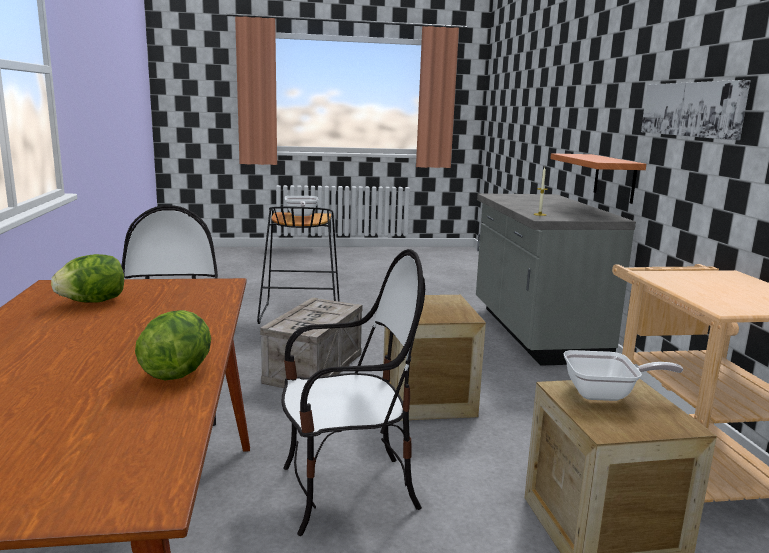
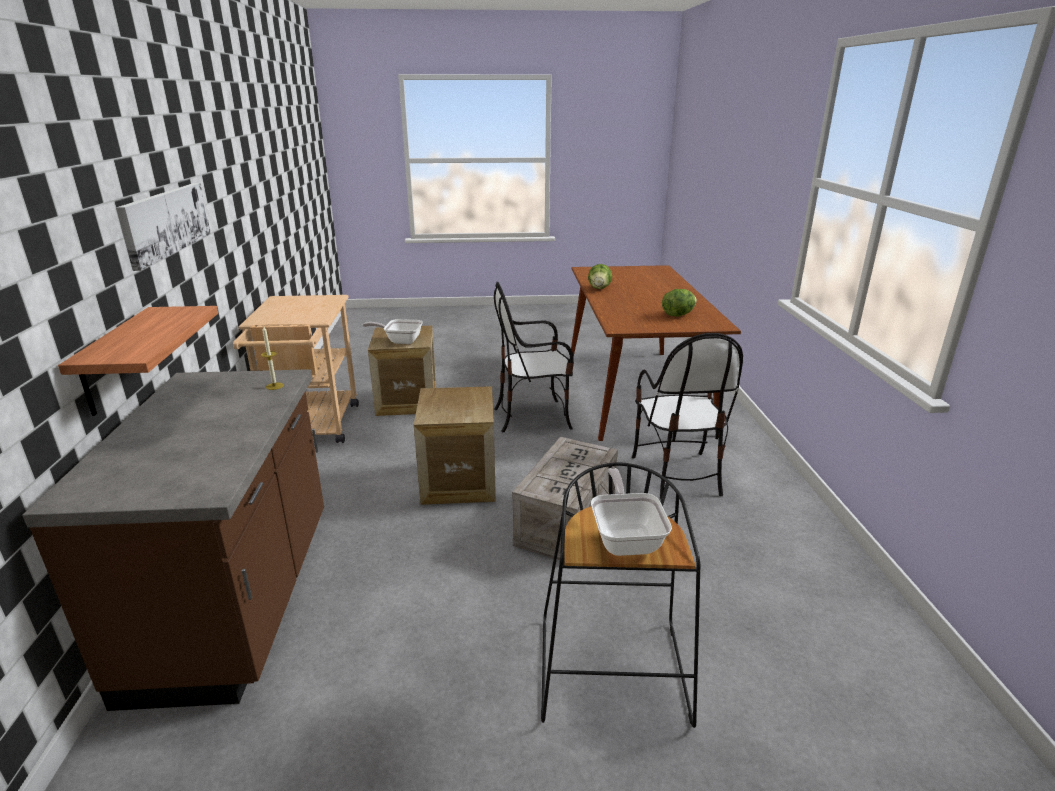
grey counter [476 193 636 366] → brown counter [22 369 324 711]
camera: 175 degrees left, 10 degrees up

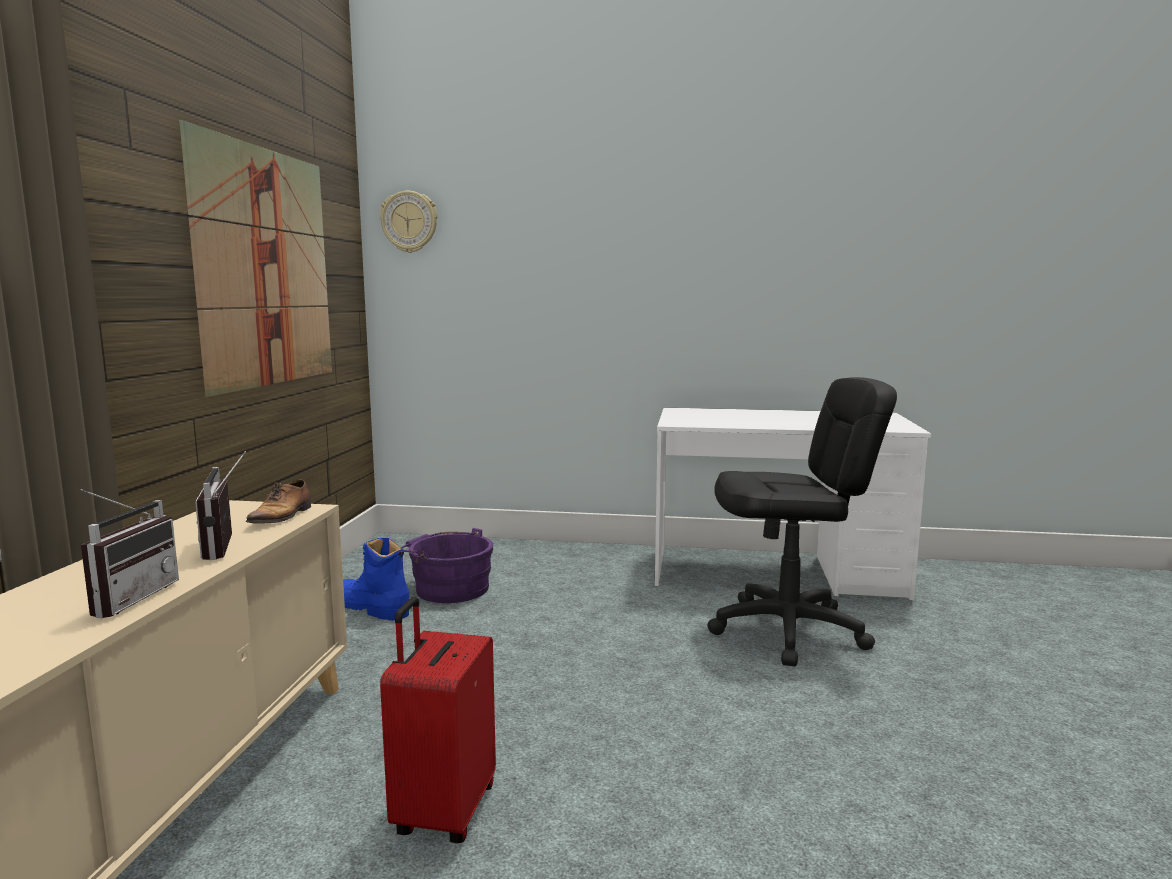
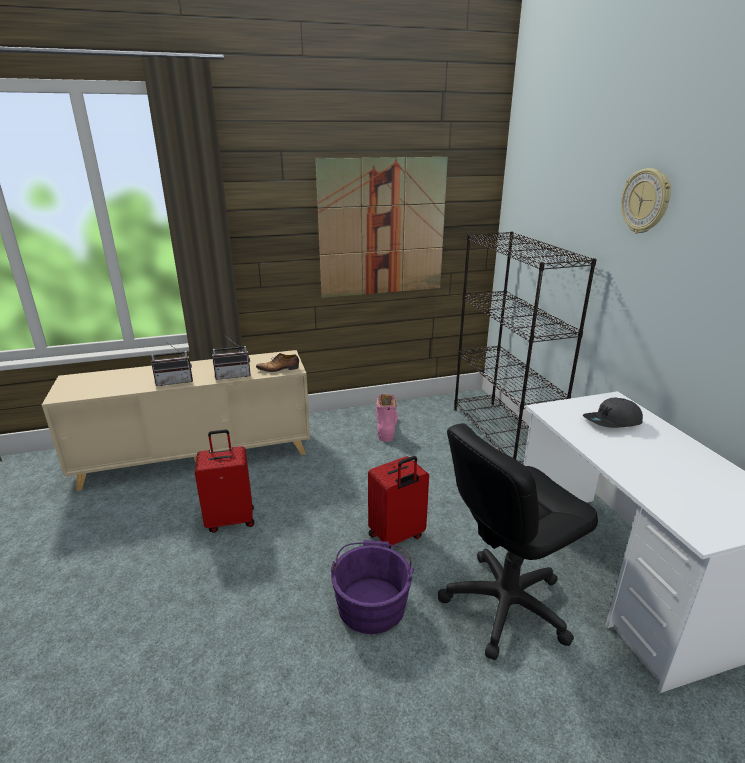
- → red suitcase [368 456 429 549]
- → black bookcase [454 232 597 464]
- → grey cap [583 398 643 428]
wall clock [380 191 437 253] → wall clock [621 168 671 234], move
purple bucket [401 528 494 603] → purple bucket [331 540 414 634], move
blue boot [343 538 410 621] → pink boot [376 394 398 442]
radio [195 451 246 560] → radio [212 335 251 380], 150 degrees counterclockwise
black office chair [707 377 897 666] → black office chair [438 423 598 660], 90 degrees clockwise
camera: 65 degrees right, 15 degrees up

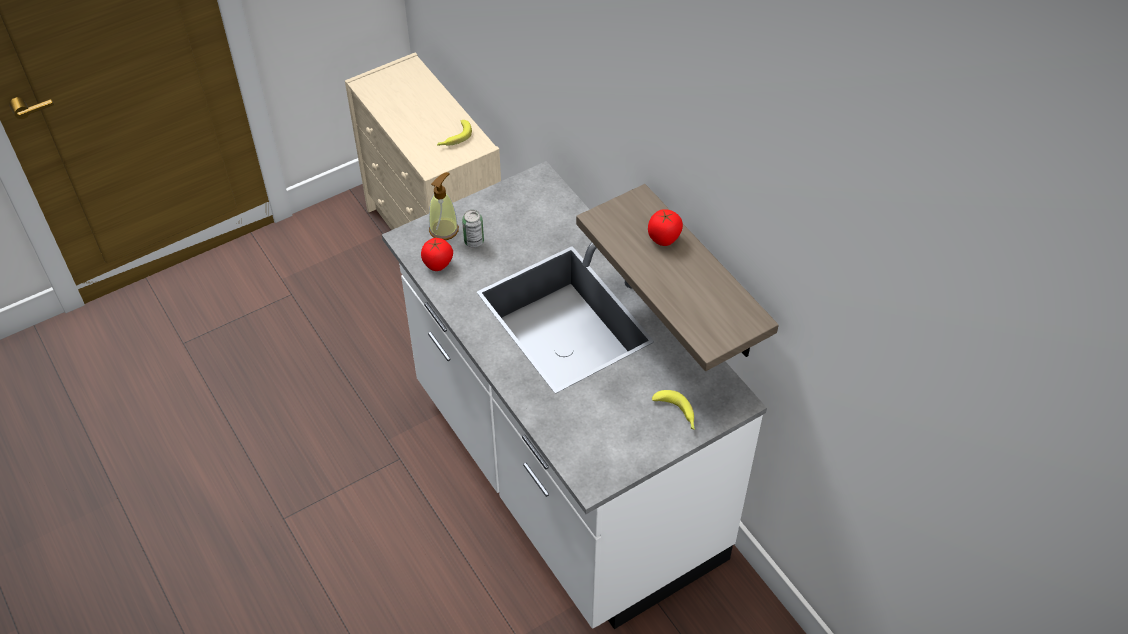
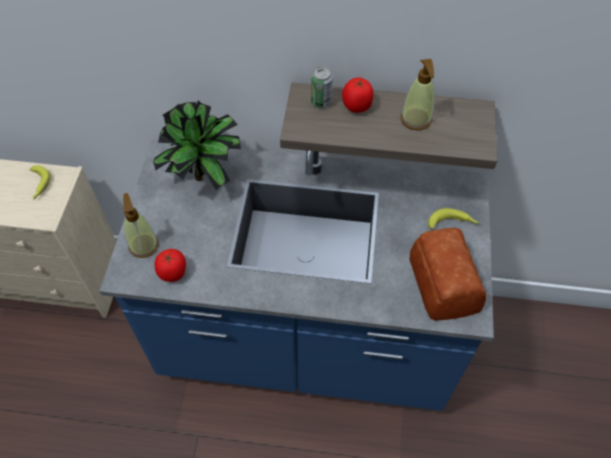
- → potted plant [153 101 241 190]
- → soap dispenser [401 59 434 130]
- → bread [410 228 486 321]
can [462 210 484 248] → can [311 67 333 108], move
white counter [382 161 767 629] → blue counter [99 140 494 411]
camera: 50 degrees left, 5 degrees up

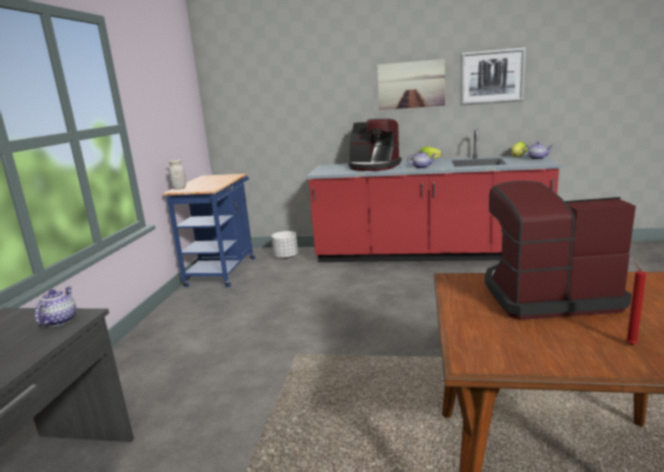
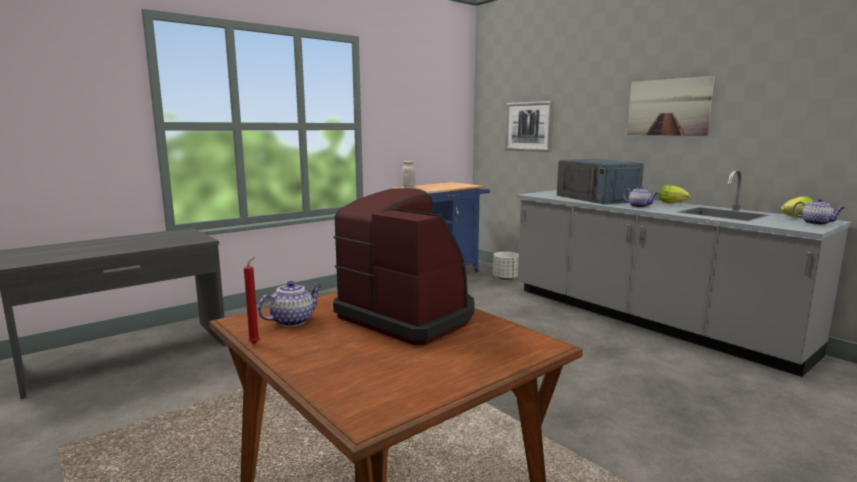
teapot [35 287 76 326] → teapot [258 281 321 327], move
picture [460 47 526 105] → picture [505 101 554 152], move
red candle [626 261 646 345] → red candle [244 257 260 344], move
coffee machine [348 119 402 171] → blue microwave [557 159 644 205]
red counter [307 128 562 262] → grey counter [517 169 851 377]
camera: 40 degrees right, 5 degrees down

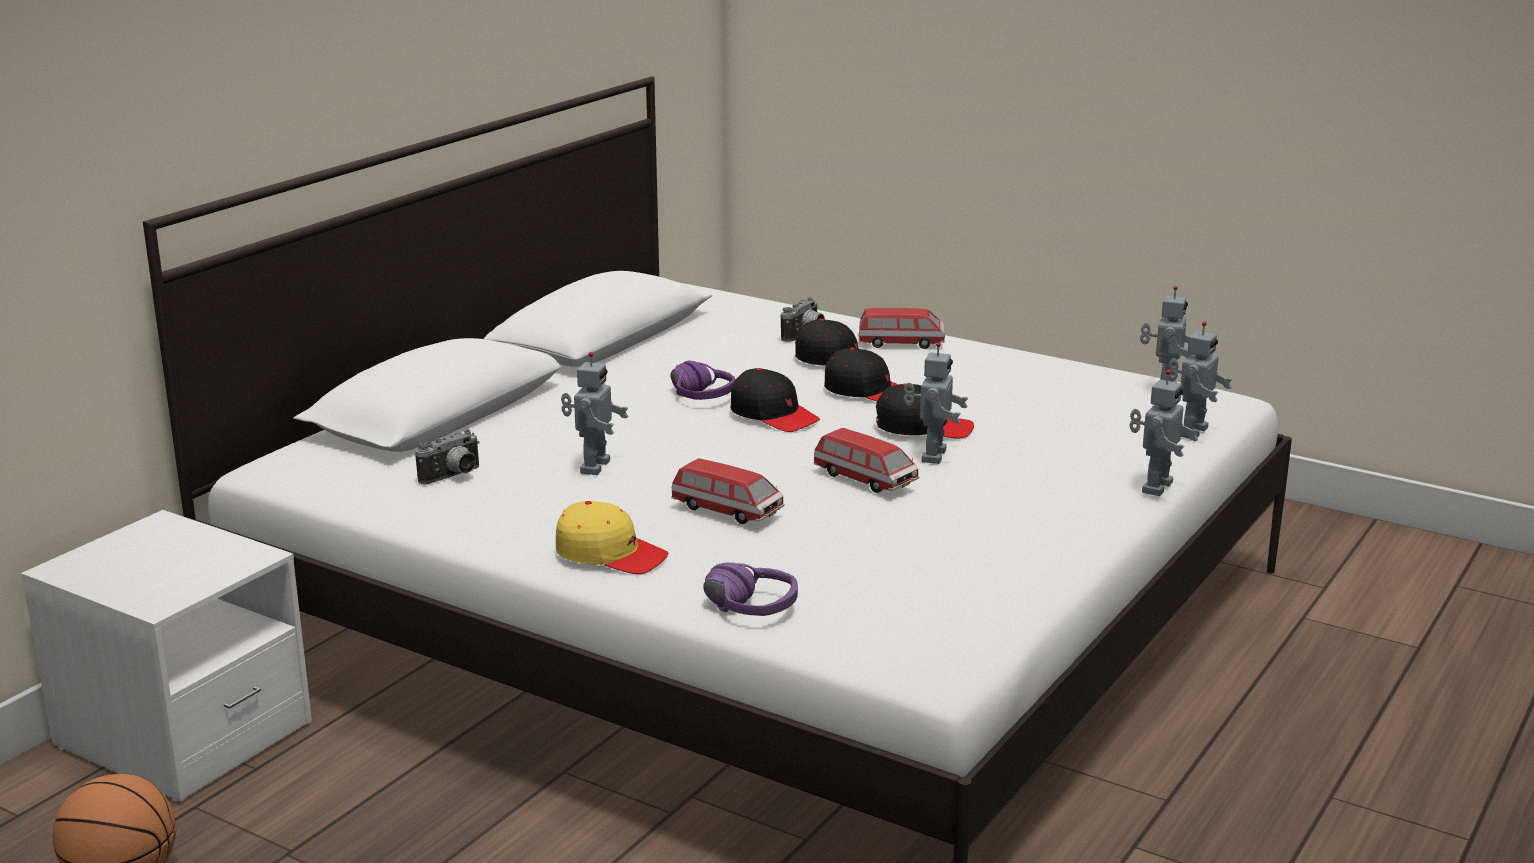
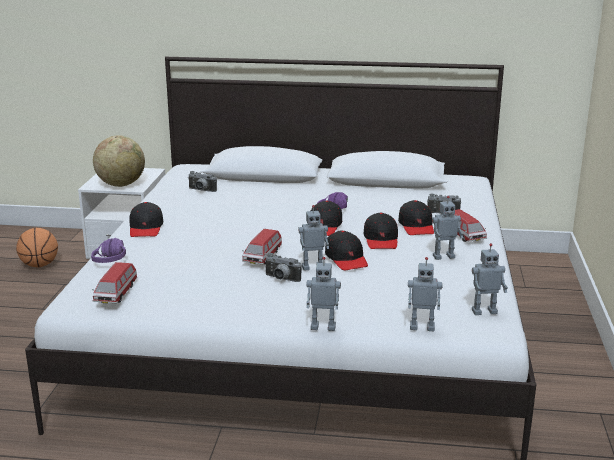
- → globe [93 136 145 187]
- → photo camera [264 253 302 282]
toy robot [561 352 629 475] → toy robot [432 196 463 260], move
toy car [672 458 785 524] → toy car [92 262 137 303], move
yellow cap [556 501 668 574] → black cap [129 202 163 237]
camera: 65 degrees right, 0 degrees up

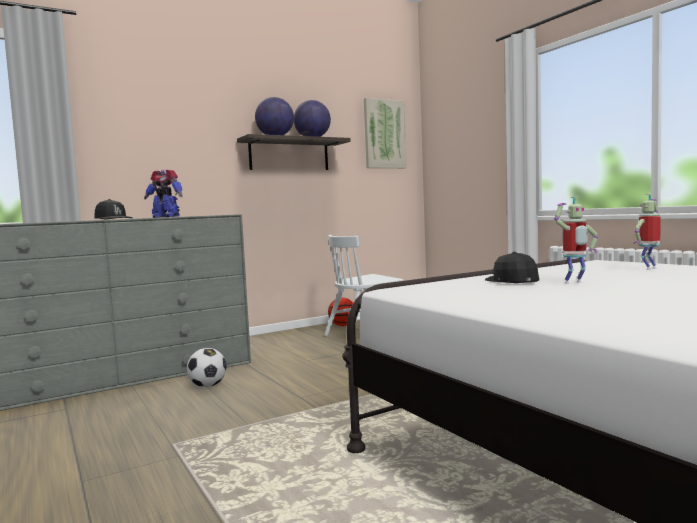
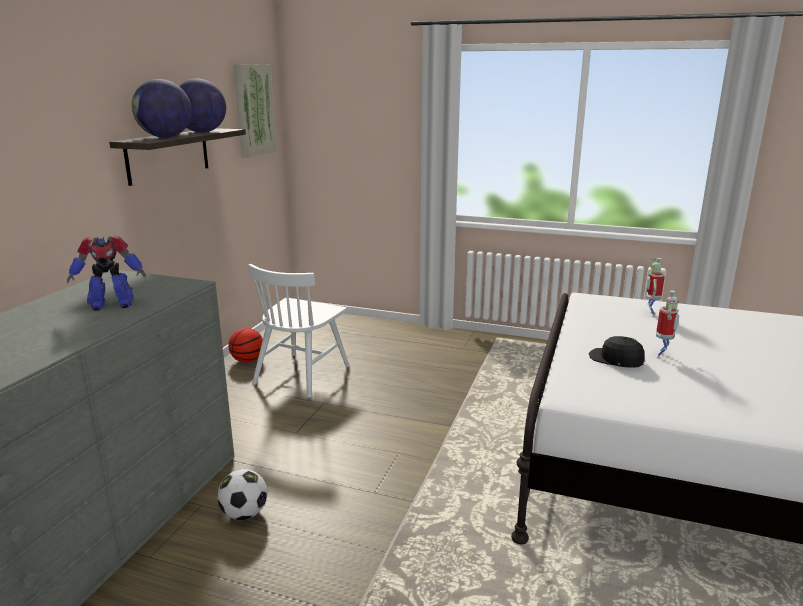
black cap [94 199 133 220] → -
camera: 40 degrees left, 15 degrees up

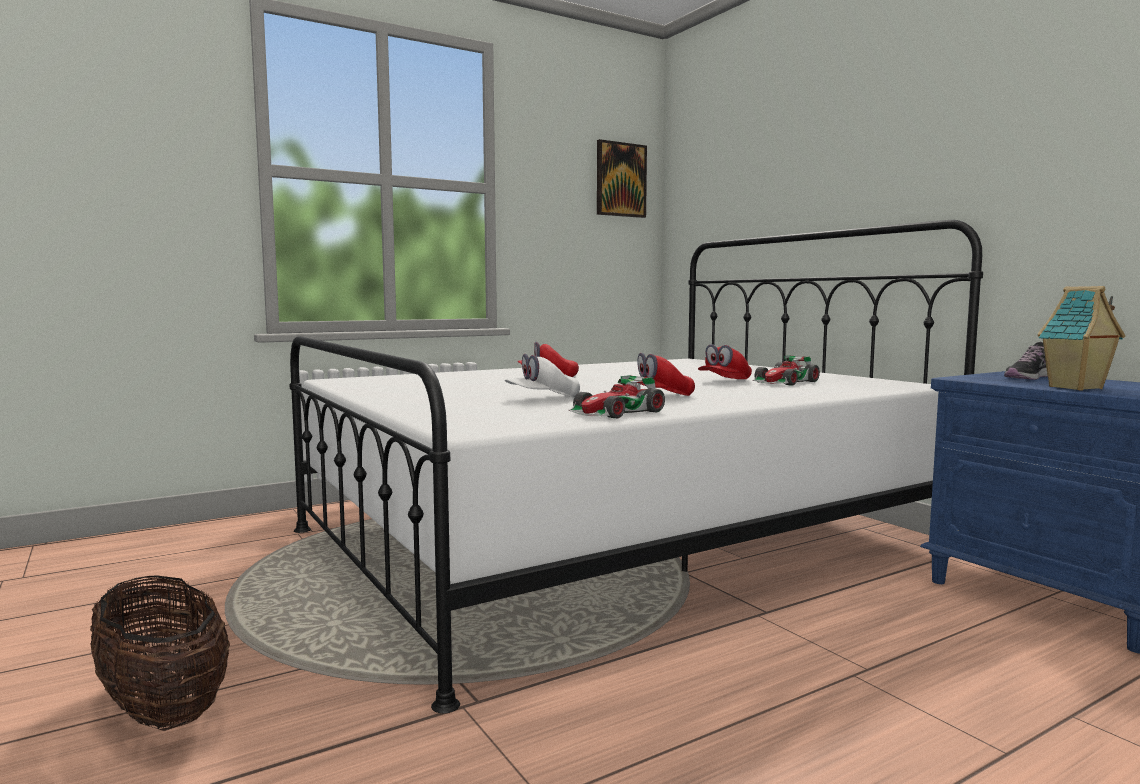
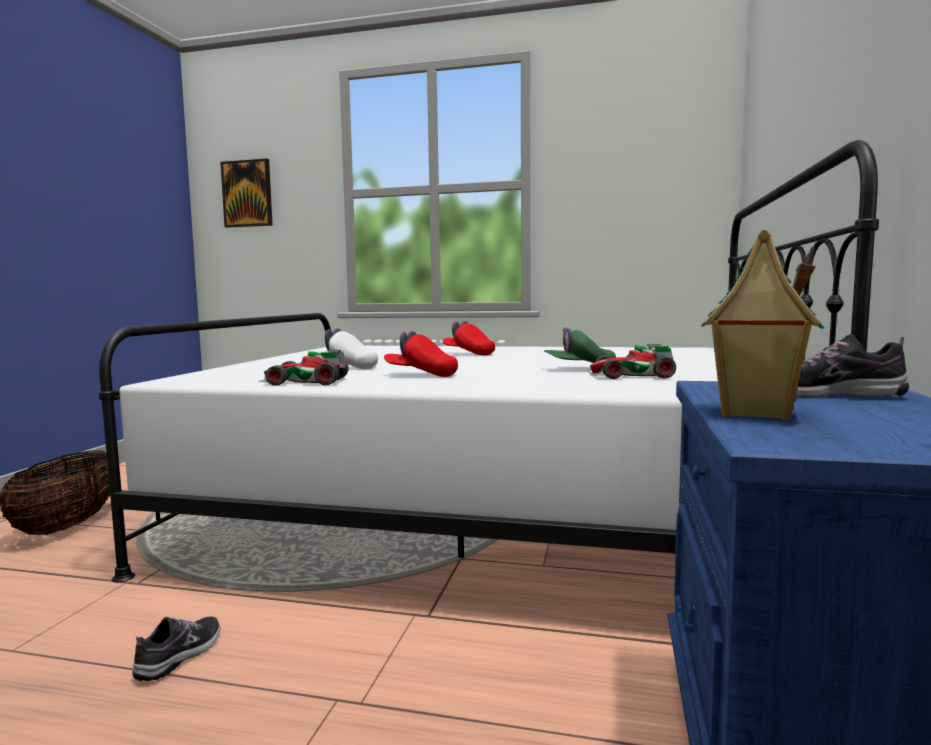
- → shoe [132 616 220 681]
picture [597 139 647 218] → picture [220 159 273 228], move
red cap [698 344 752 379] → green cap [544 327 616 363]
camera: 45 degrees right, 0 degrees up

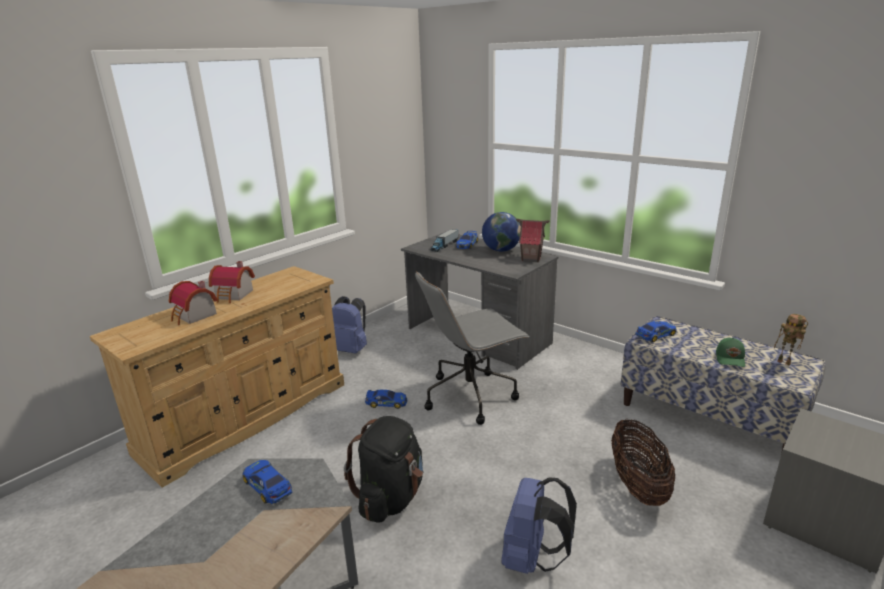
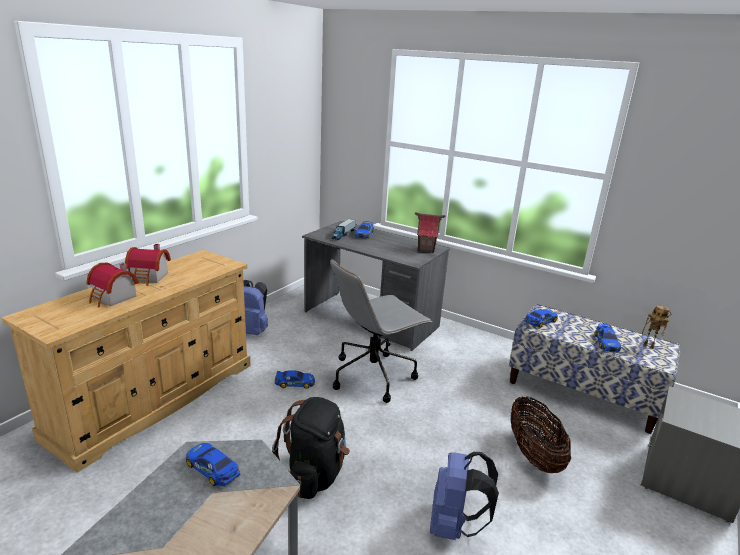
globe [482 212 521 252] → -
green cap [716 338 745 367] → toy car [594 323 621 353]
camera: 10 degrees left, 0 degrees up

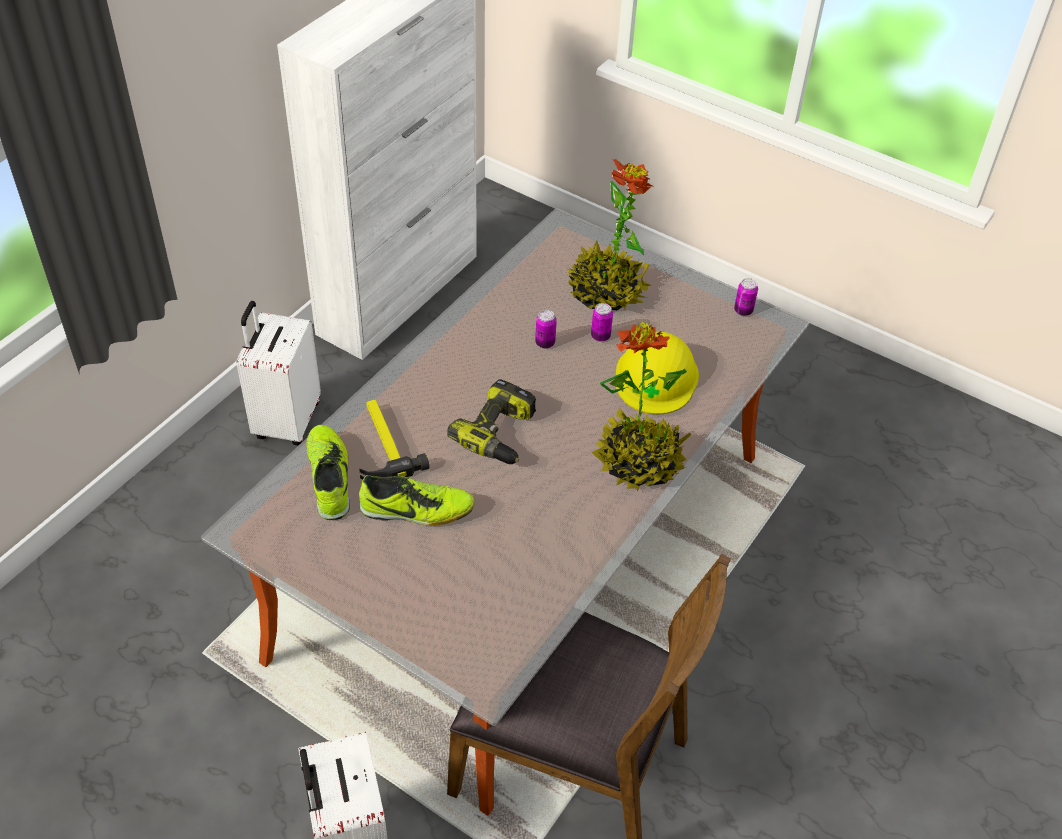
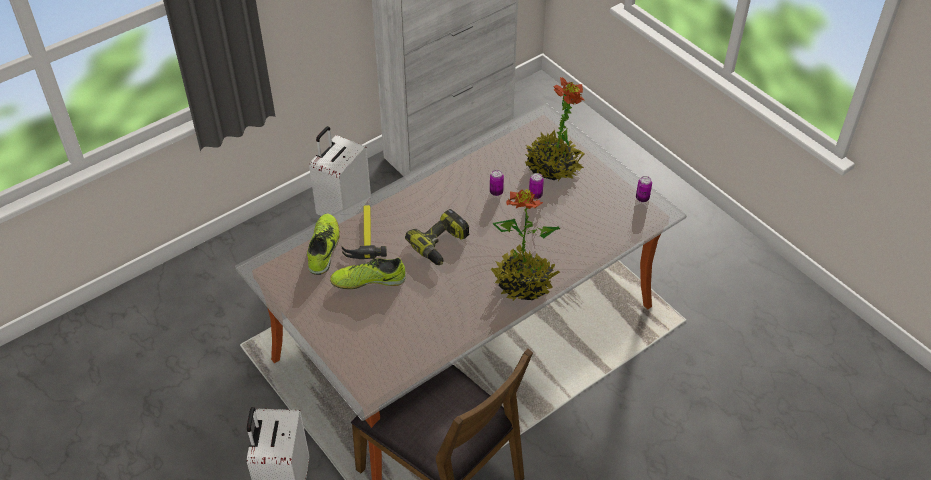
yellow hard hat [616 332 699 414] → -
shoe [359 475 475 526] → shoe [330 257 406 289], 150 degrees clockwise
camera: 20 degrees right, 0 degrees up

